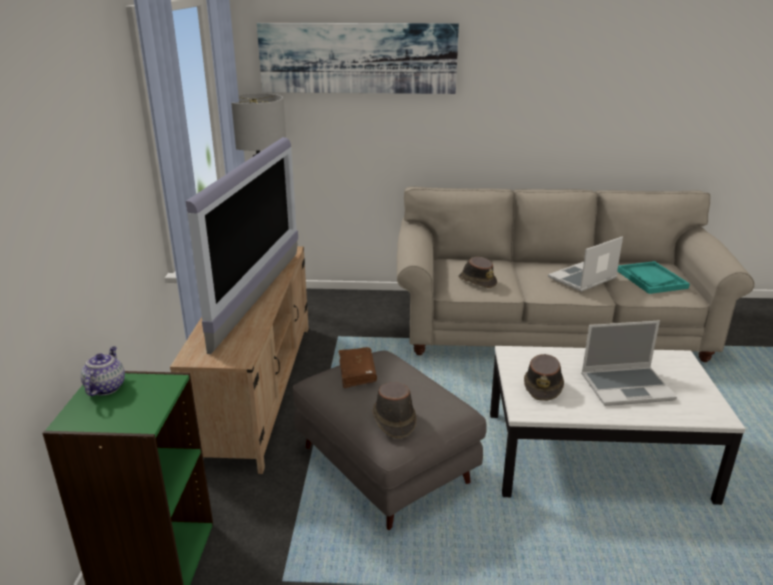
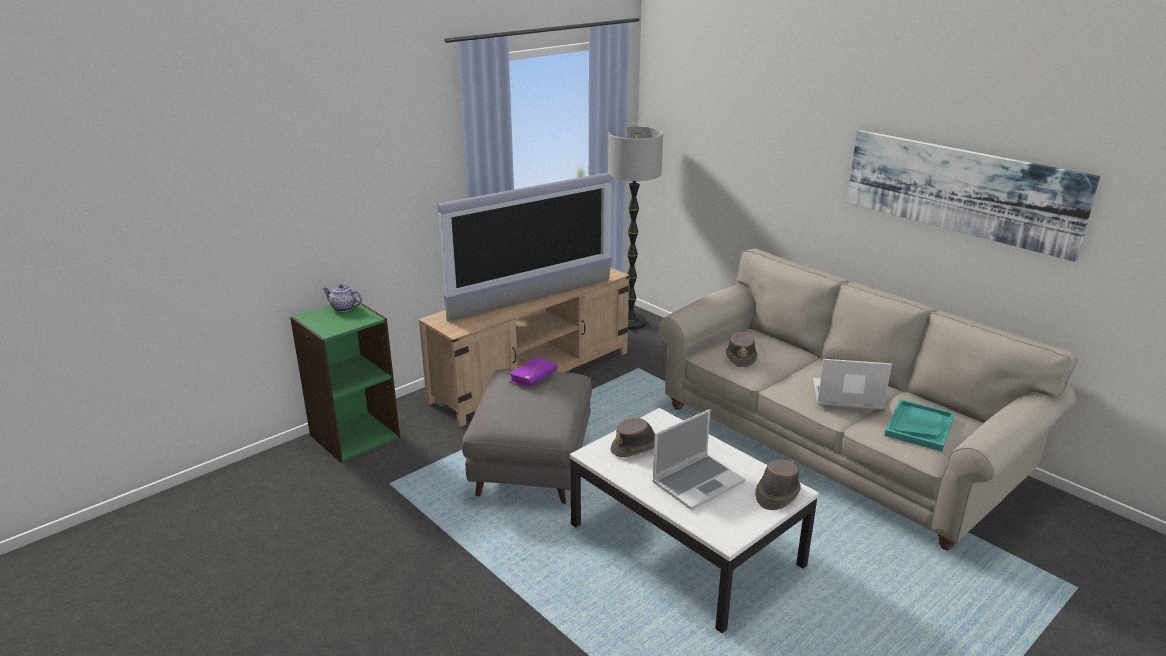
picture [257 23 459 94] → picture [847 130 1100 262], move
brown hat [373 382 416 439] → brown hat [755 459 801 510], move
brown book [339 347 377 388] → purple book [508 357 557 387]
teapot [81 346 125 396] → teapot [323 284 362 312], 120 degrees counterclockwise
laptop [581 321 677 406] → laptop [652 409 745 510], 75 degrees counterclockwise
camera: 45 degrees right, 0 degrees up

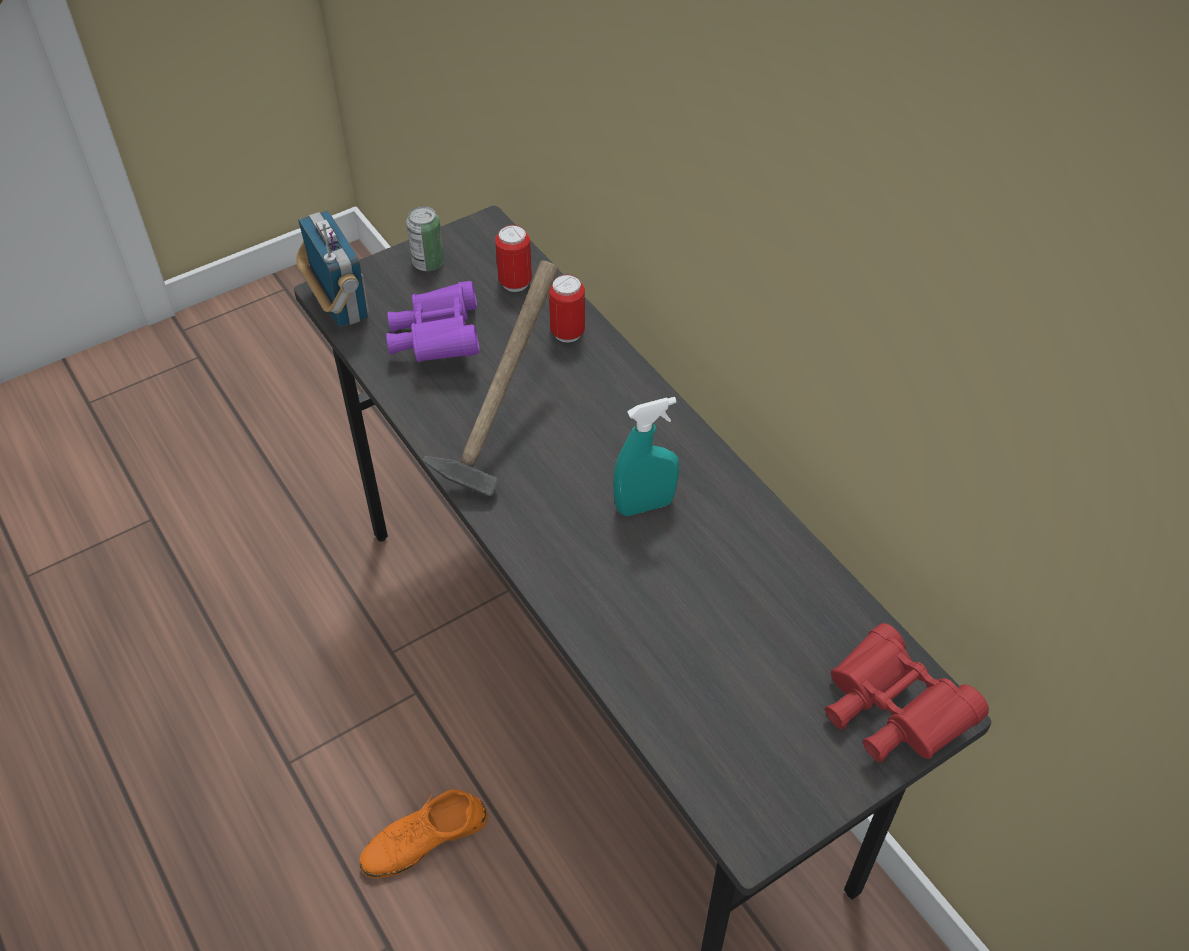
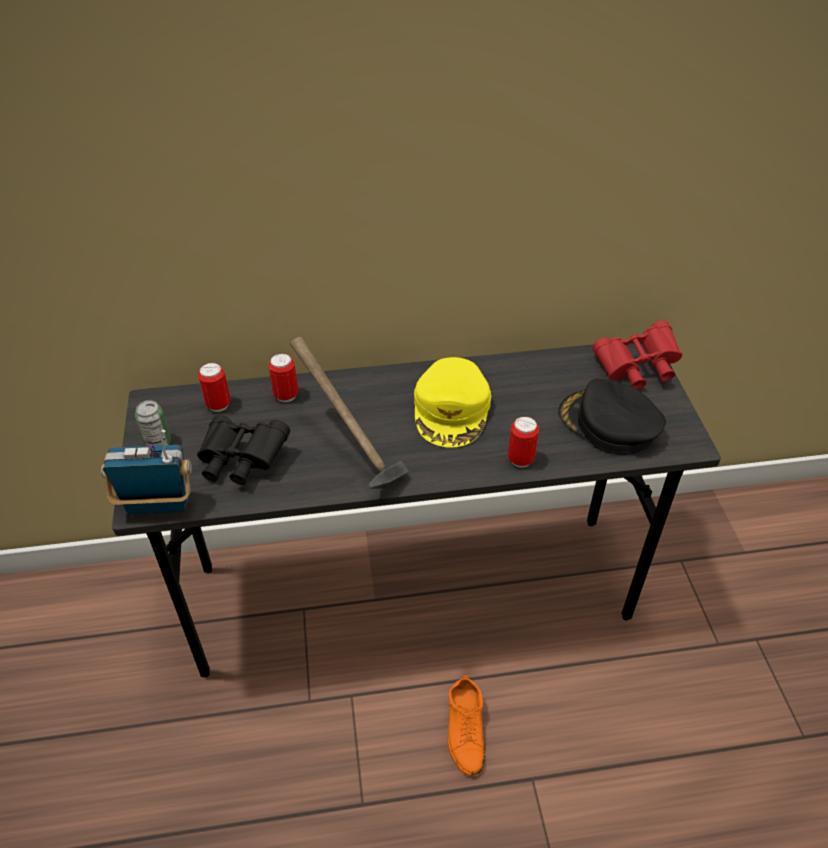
- → can [508 416 539 467]
- → black cap [558 379 666 455]
turquoise spray bottle [613 397 679 516] → yellow cap [414 357 491 447]
purple binoculars [386 281 479 362] → black binoculars [197 415 290 485]
camera: 65 degrees left, 5 degrees down

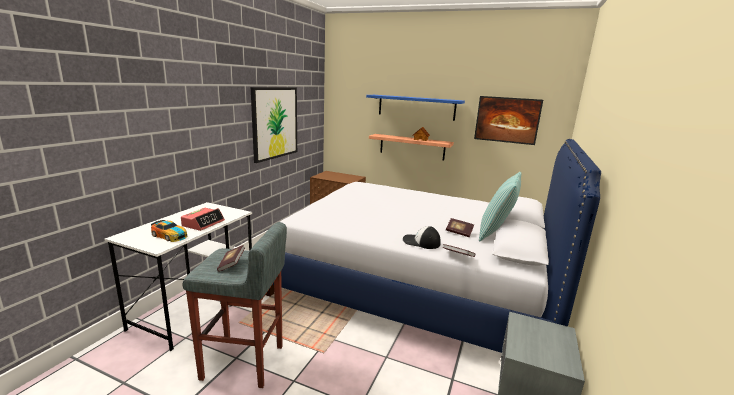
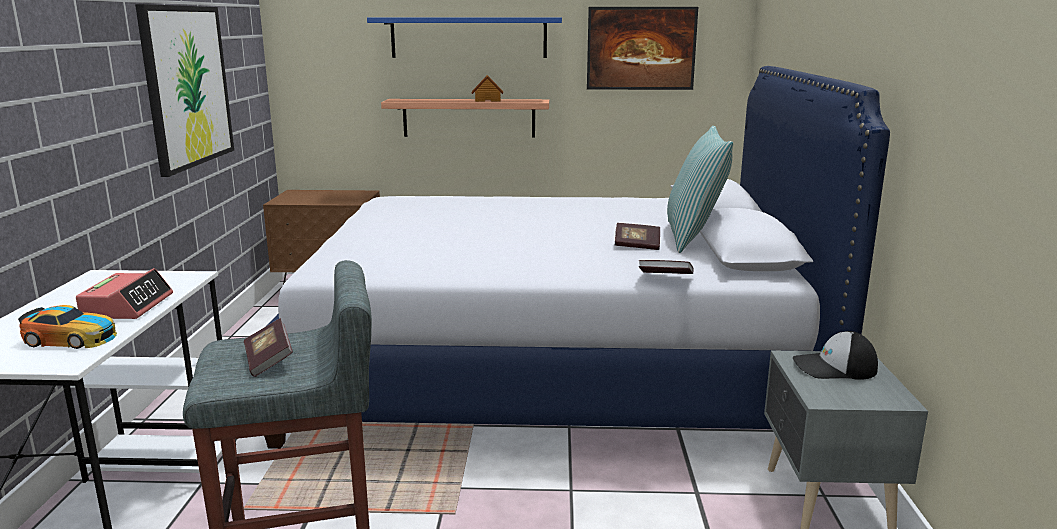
cap [403 226 441 249] → cap [793 331 878 380], move
camera: 20 degrees left, 0 degrees up

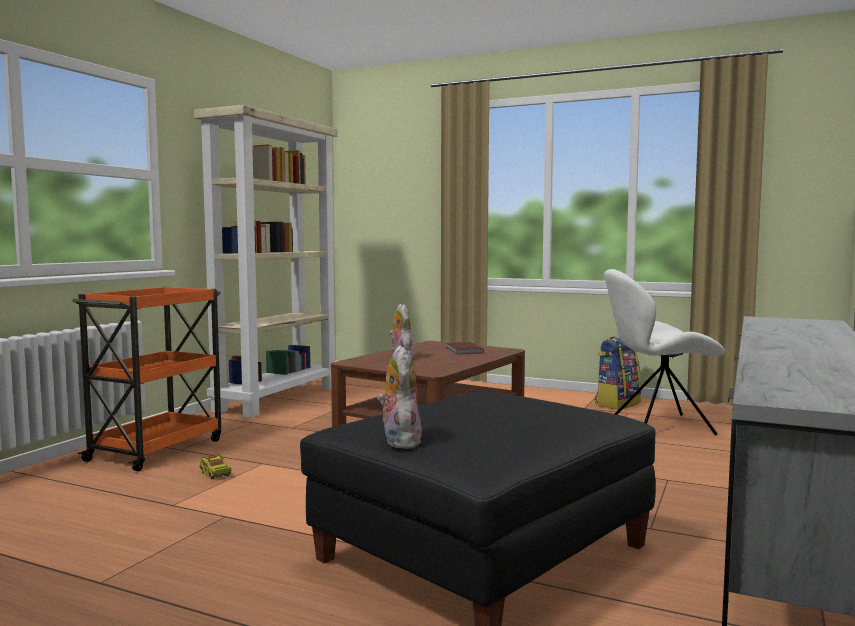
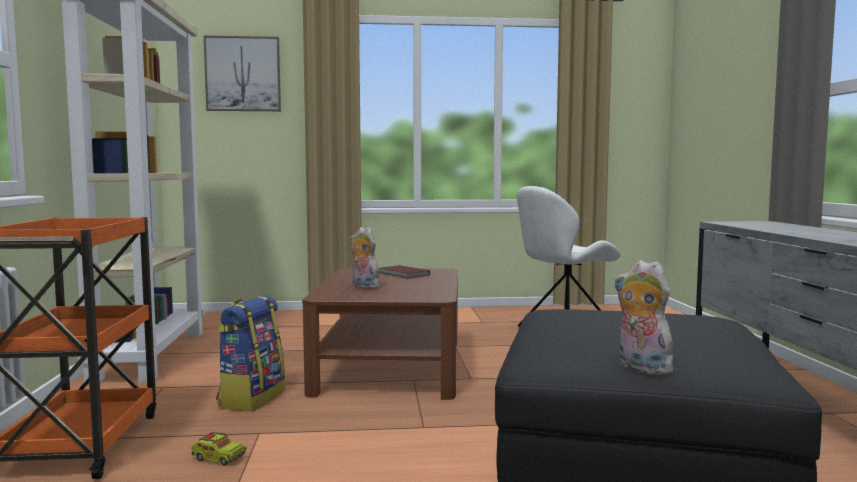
- → picture [204 36 281 111]
backpack [595 336 641 410] → backpack [216 295 285 412], move
camera: 30 degrees left, 0 degrees up

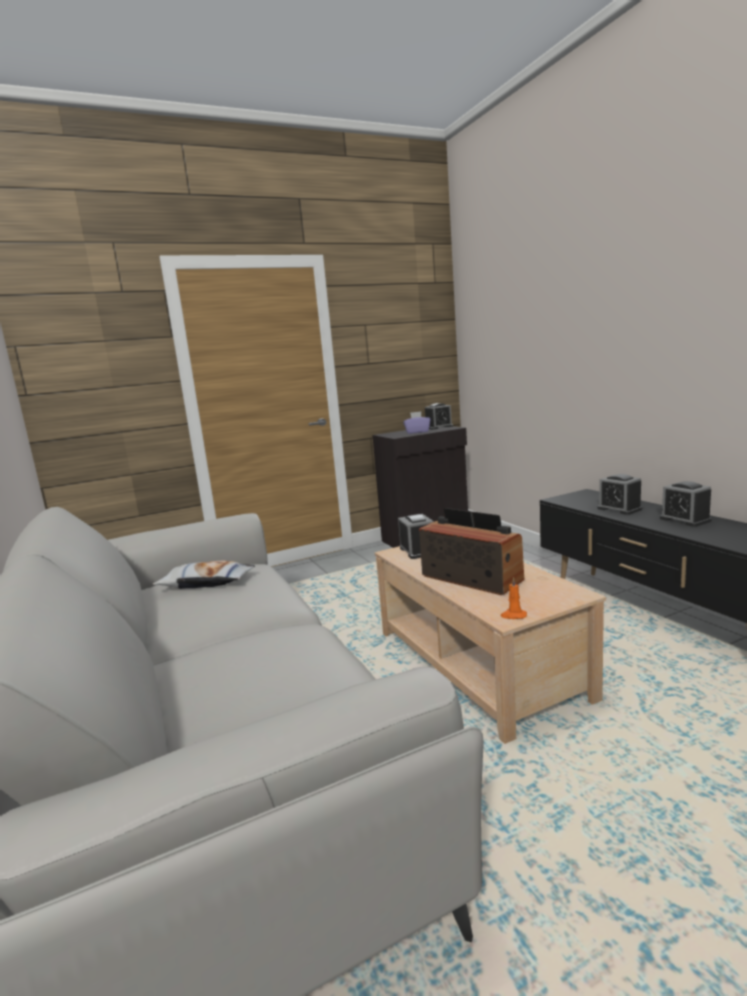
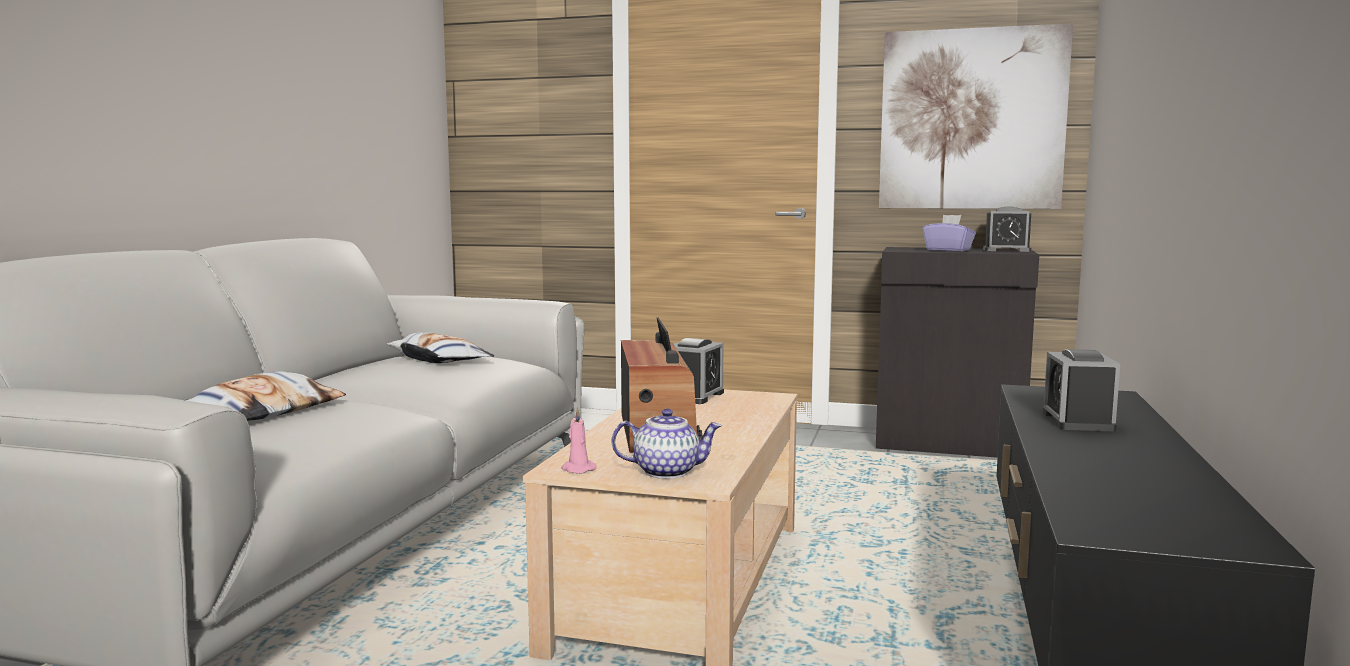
alarm clock [660 481 711 527] → -
- → pillow [186 371 346 420]
- → teapot [612 409 722 479]
- → picture [879 23 1073 209]
orange candle [501 577 527 619] → pink candle [561 407 597 474]
camera: 40 degrees right, 5 degrees down

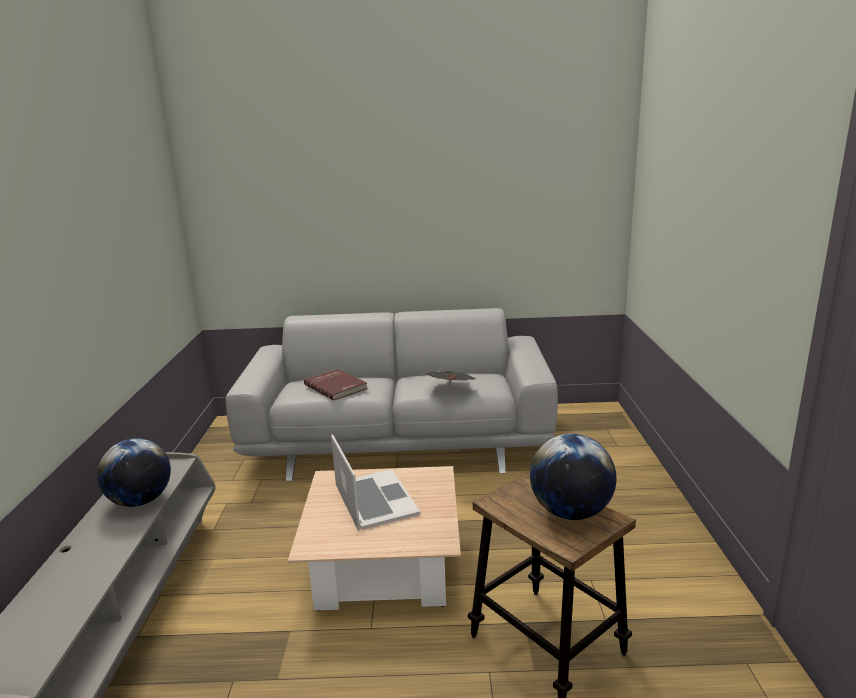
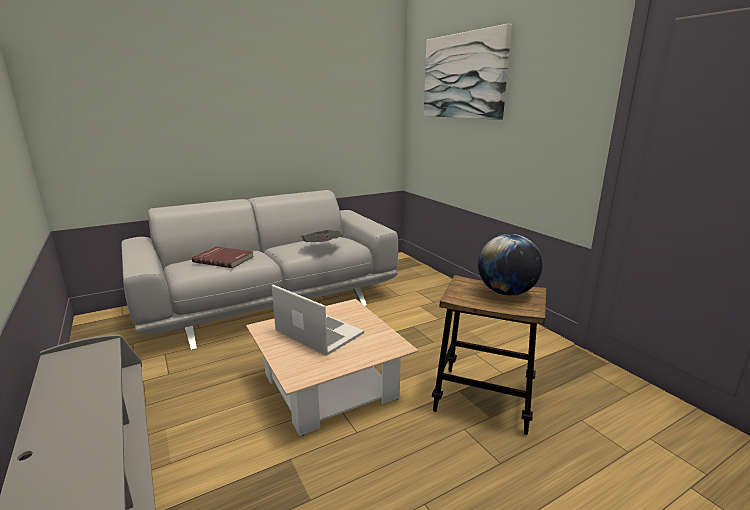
globe [97 438 171 507] → -
- → picture [424 24 512 120]
camera: 30 degrees left, 0 degrees up

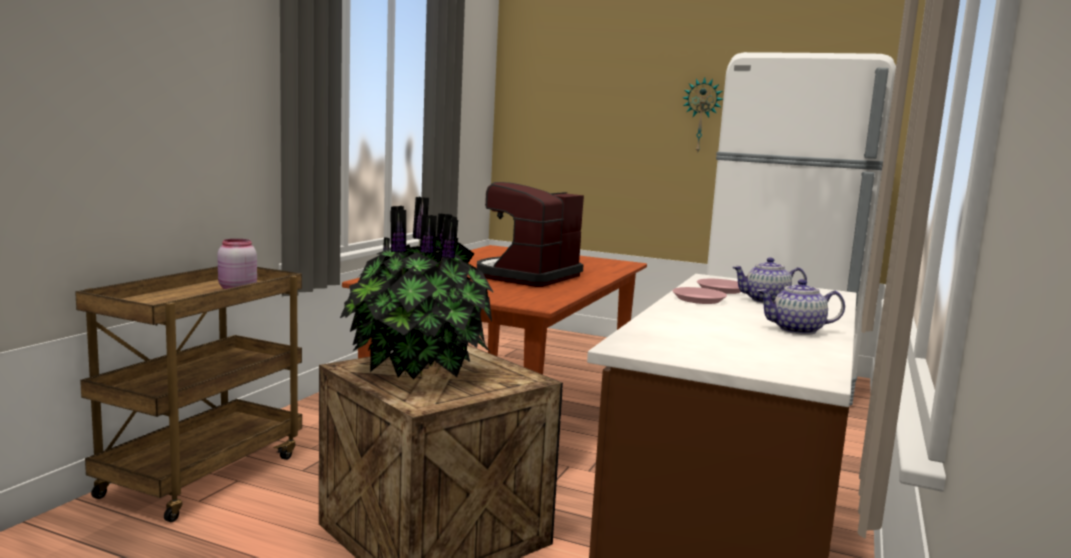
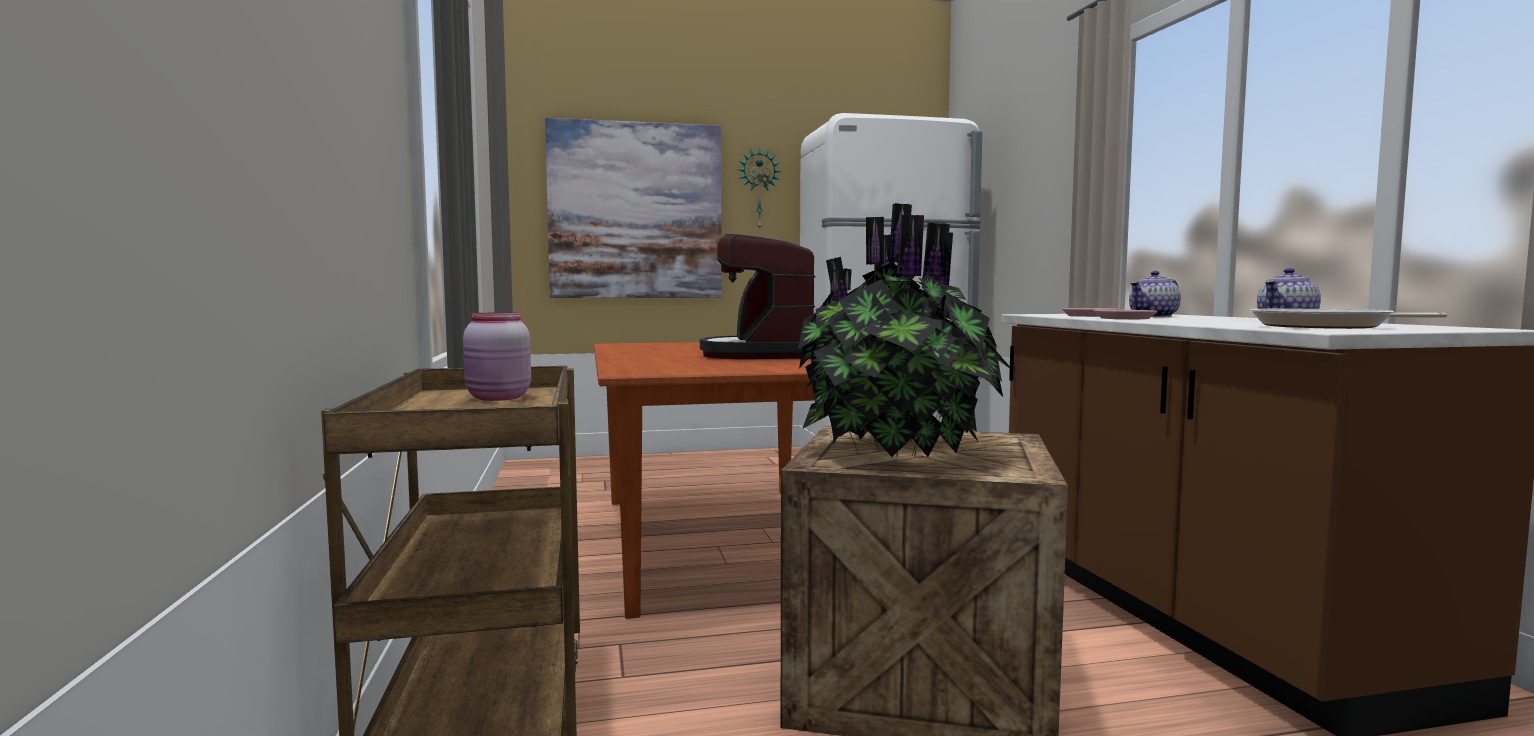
- → picture [545 118 722 298]
- → frying pan [1251 309 1447 329]
camera: 35 degrees left, 5 degrees down

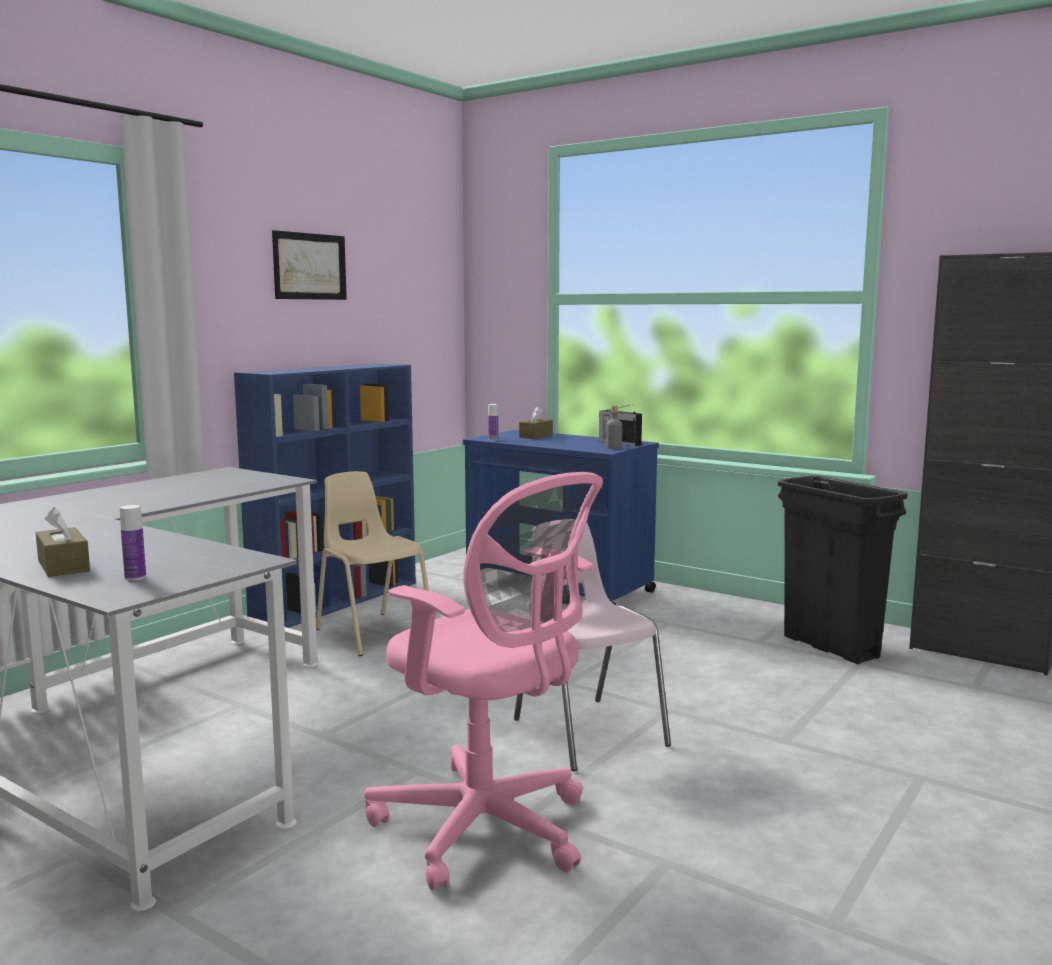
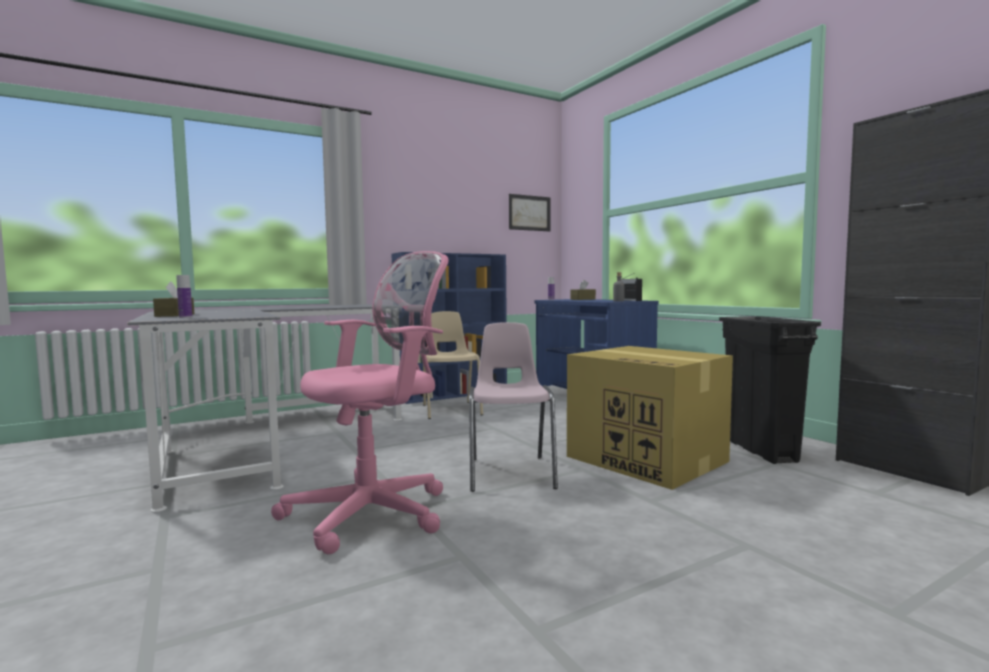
- → cardboard box [567 346 733 490]
picture [272 230 347 300] → picture [509 194 550 231], move
pink office chair [364 472 603 891] → pink office chair [271 251 448 554], 105 degrees counterclockwise
camera: 25 degrees right, 5 degrees down

